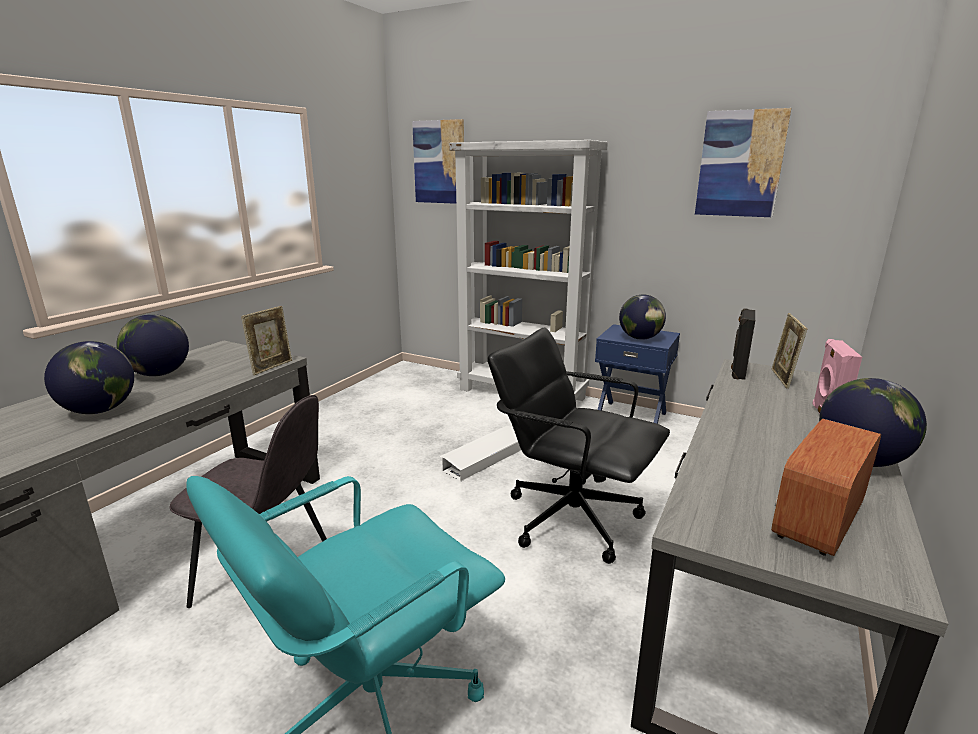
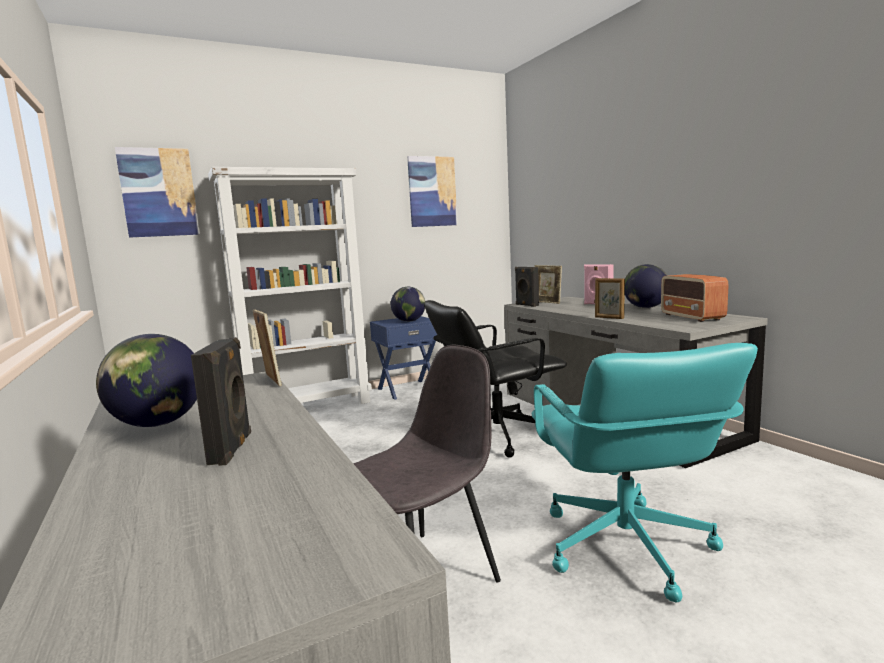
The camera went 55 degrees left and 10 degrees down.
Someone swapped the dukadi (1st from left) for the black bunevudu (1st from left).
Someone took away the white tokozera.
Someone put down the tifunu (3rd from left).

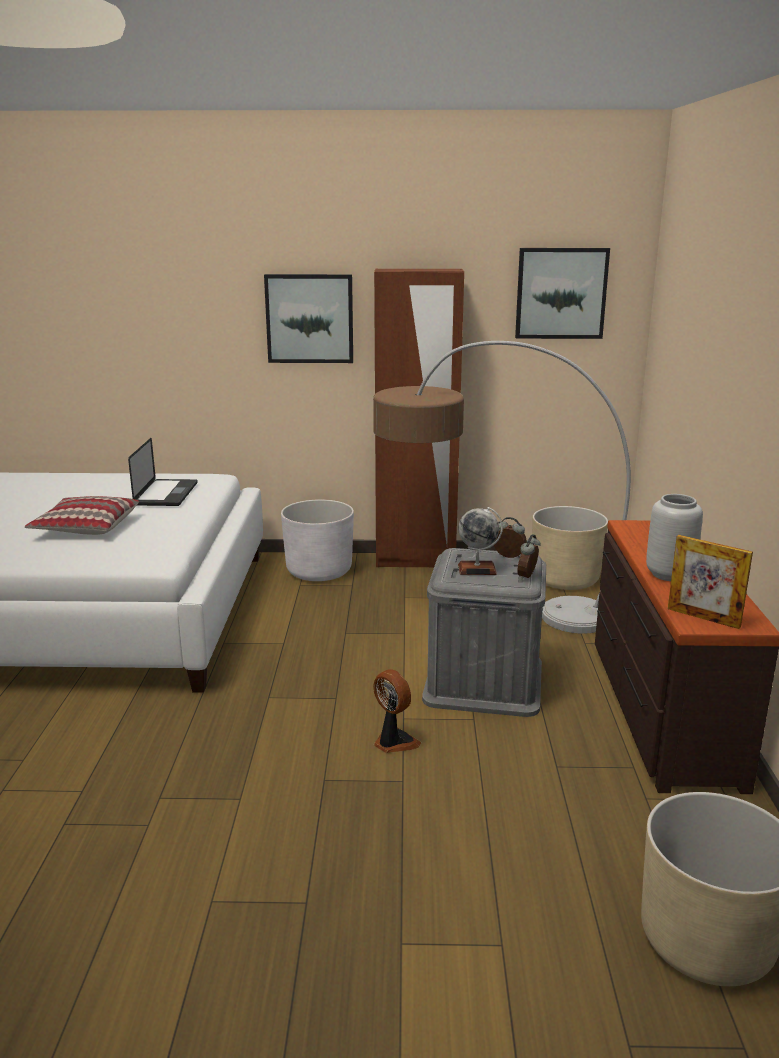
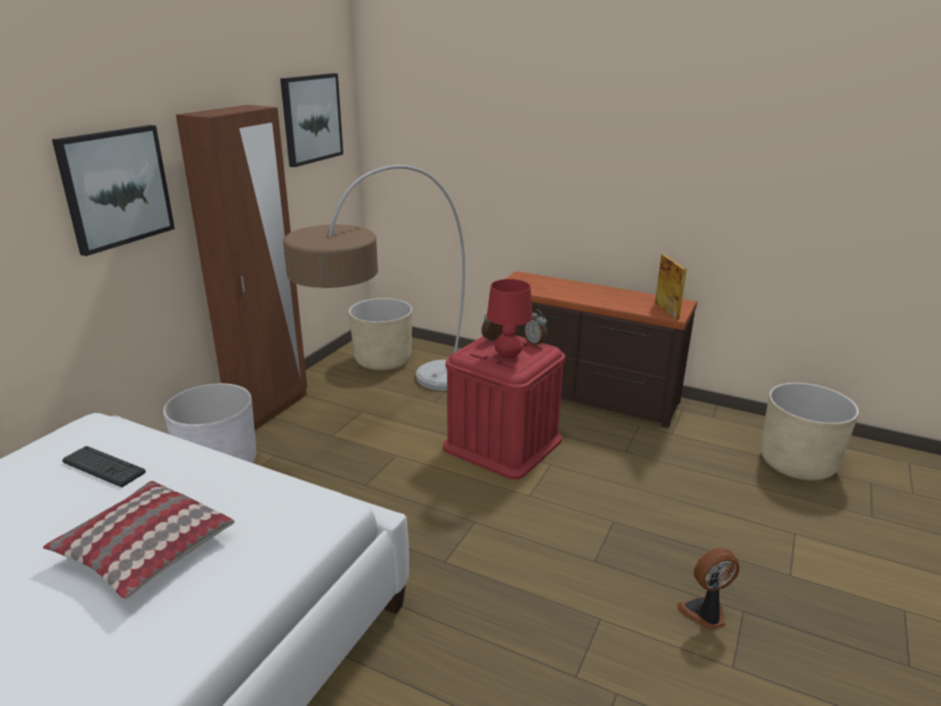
The camera went 65 degrees left and 5 degrees up.
Someone swapped the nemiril for the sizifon.
Someone carried the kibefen.
Someone repainted the grey tokozera, which became the red tokozera.
Someone swapped the dukadi for the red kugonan.
Someone took away the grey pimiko.
Someone rotated the tifunu by 75 degrees counterclockwise.

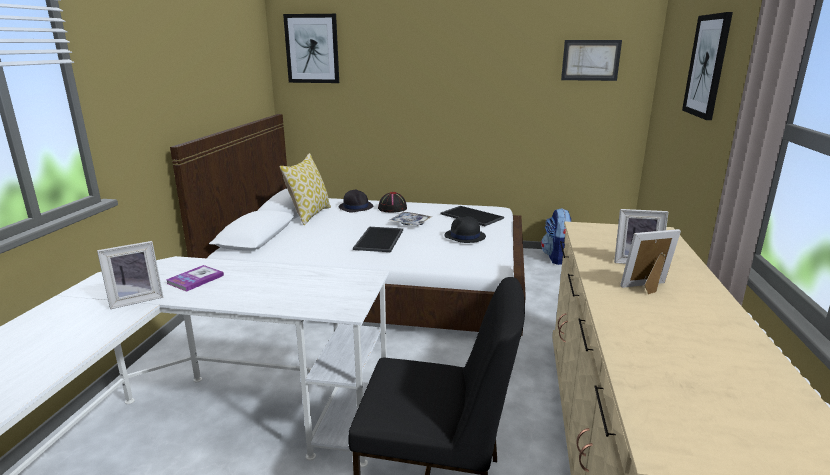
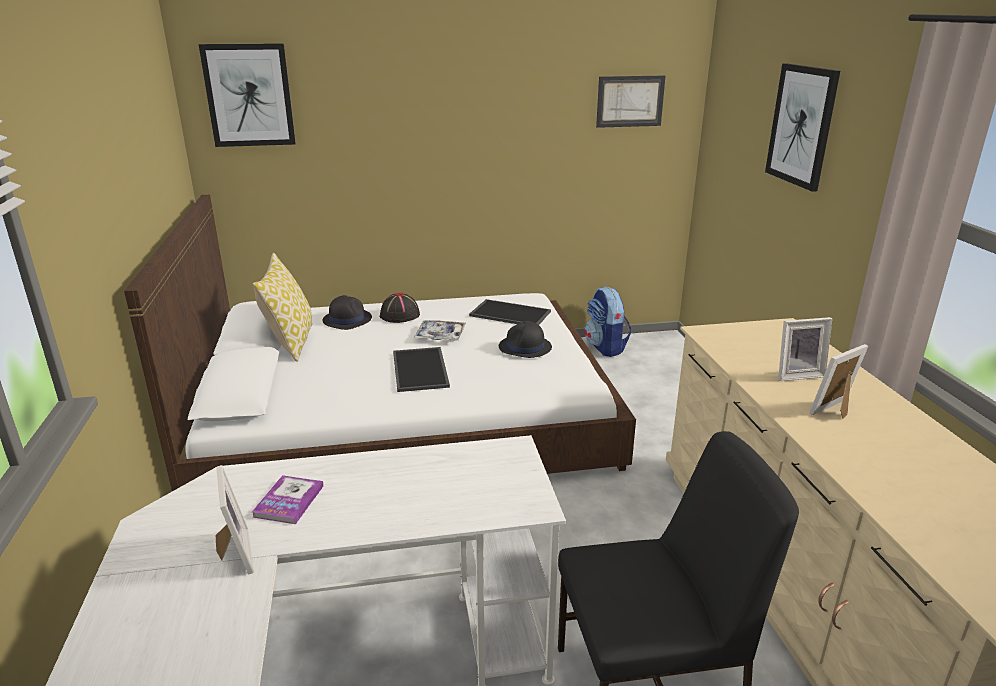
The camera went 20 degrees left and 5 degrees up.
Someone rotated the tifunu (1st from left) by 60 degrees counterclockwise.

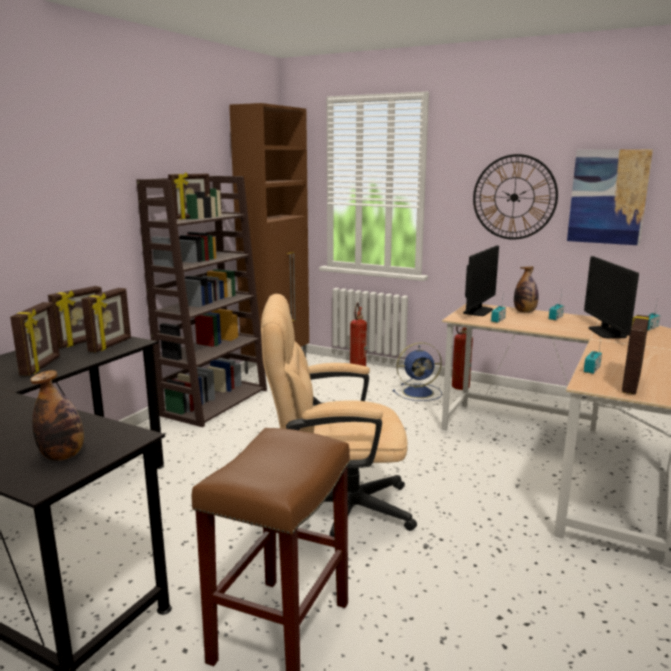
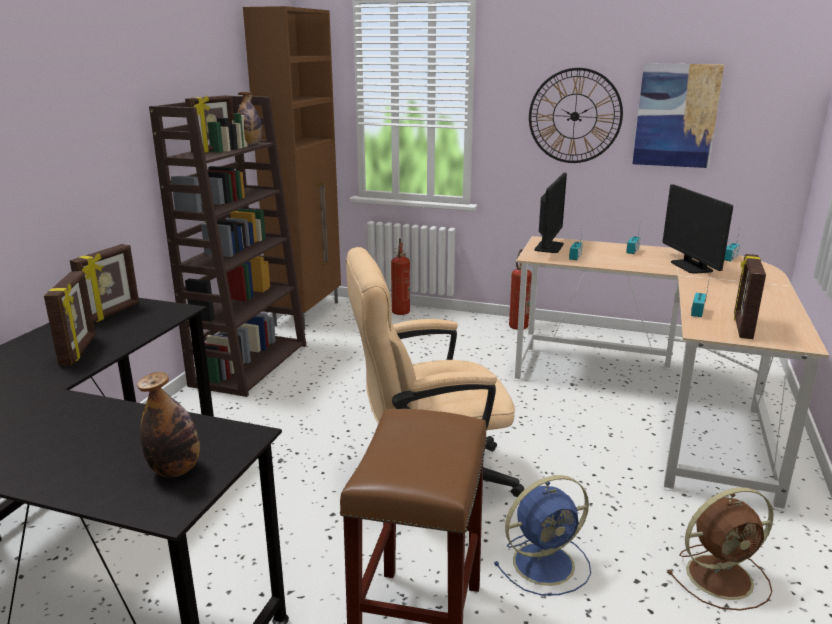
The camera went 10 degrees left and 5 degrees up.
Someone took away the tifunu (3rd from left).
Someone carried the blue kibefen.
Someone carried the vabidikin (2nd from left).
Someone put down the brown kibefen.

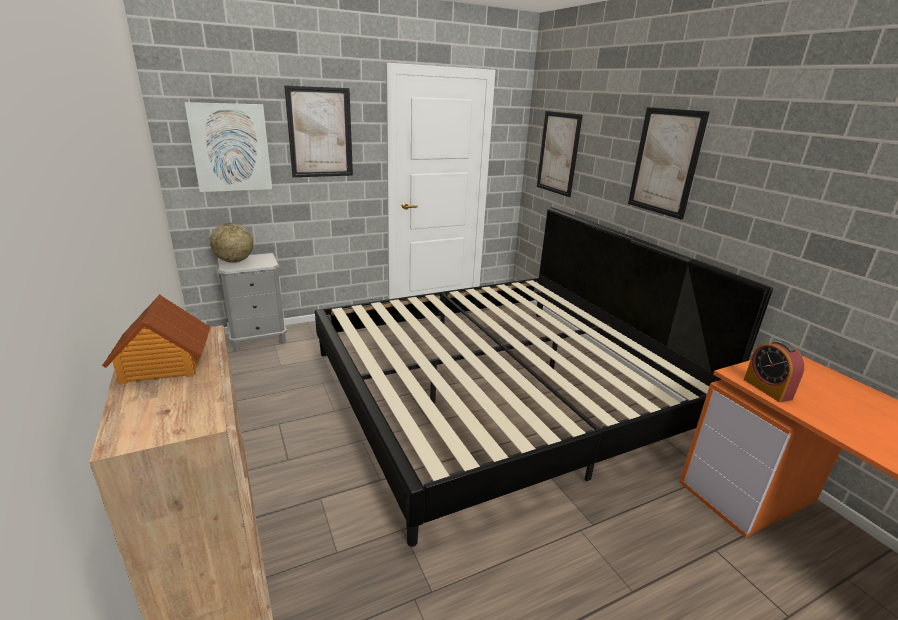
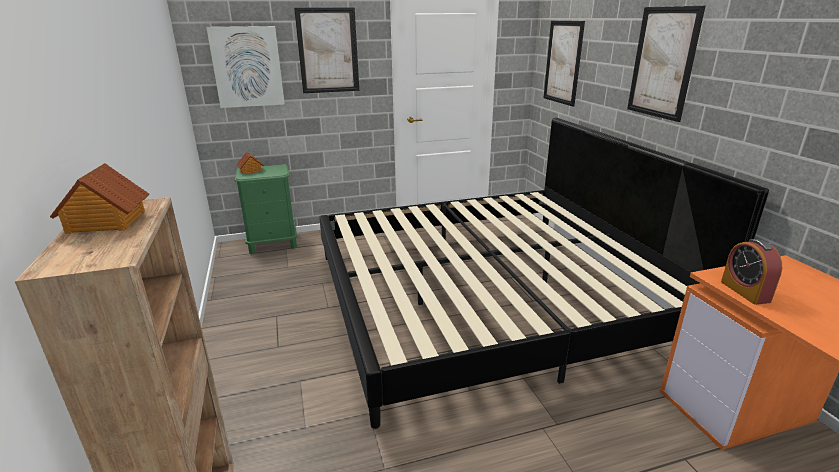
The camera went 10 degrees right and 0 degrees up.
Someone swapped the dukadi for the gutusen (2nd from left).
Someone repainted the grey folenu, which became the green folenu.

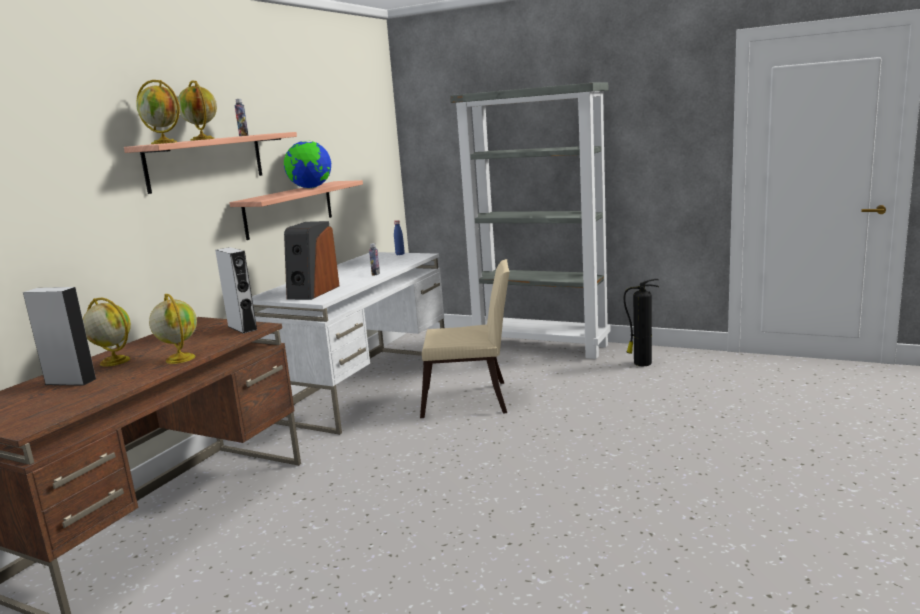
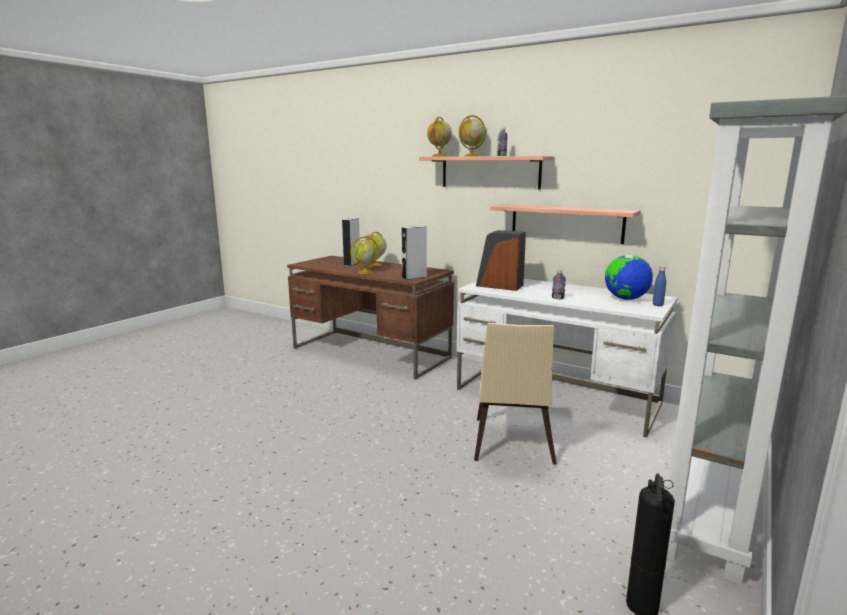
The camera went 95 degrees right and 0 degrees up.
Someone carried the dukadi (5th from left).

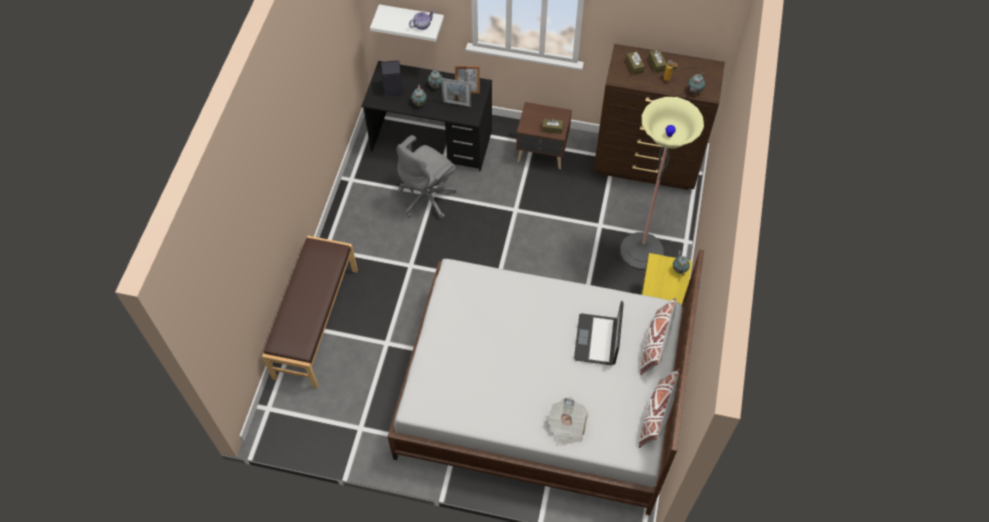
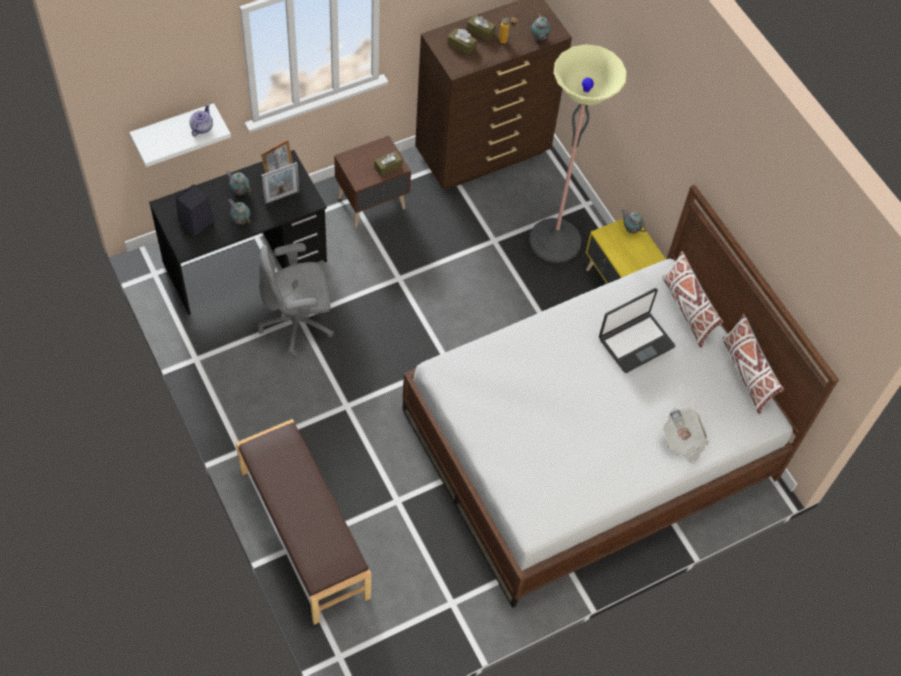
The camera went 45 degrees left and 0 degrees up.
Someone rotated the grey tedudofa by 75 degrees clockwise.
Someone rotated the nemiril by 90 degrees counterclockwise.

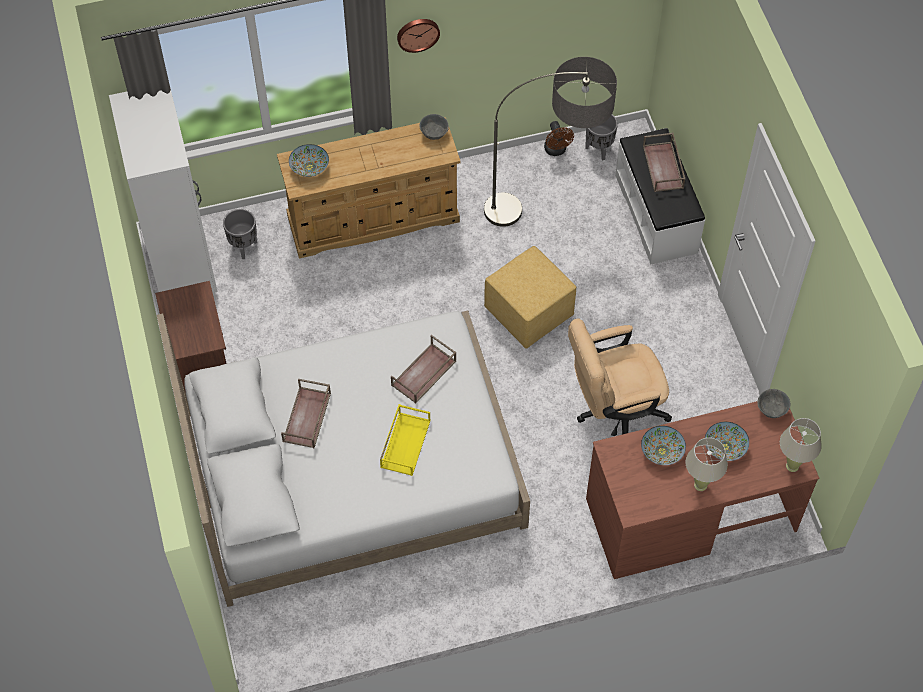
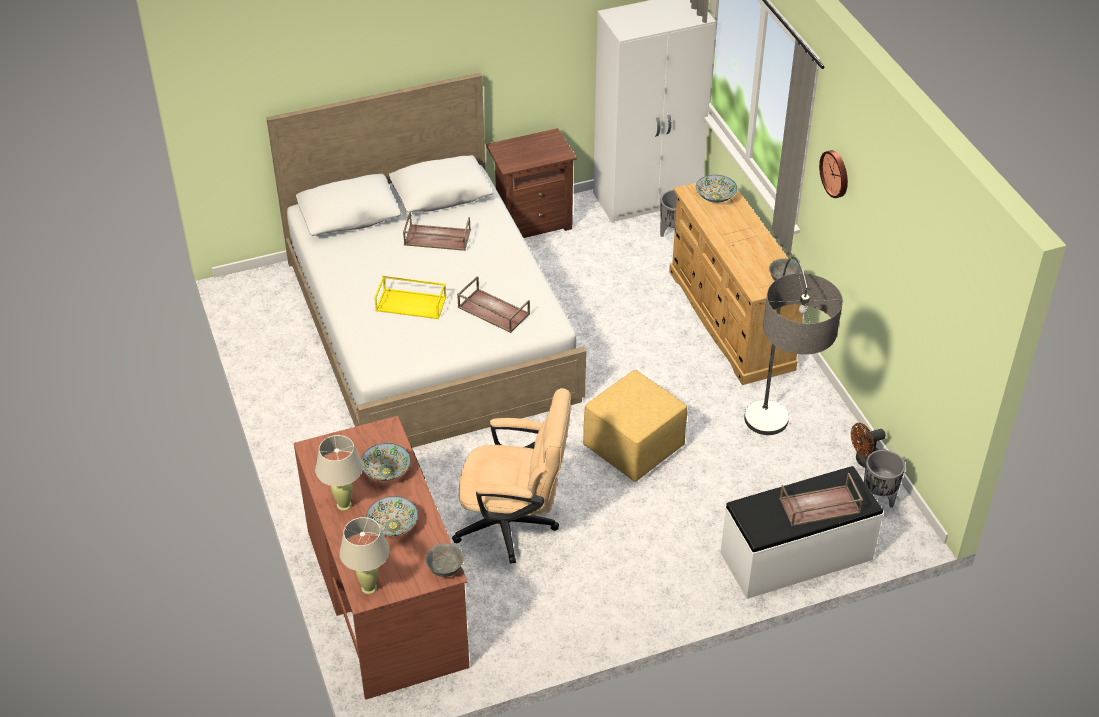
The camera went 85 degrees right and 15 degrees down.
Someone rotated the beige tedudofa by 120 degrees clockwise.

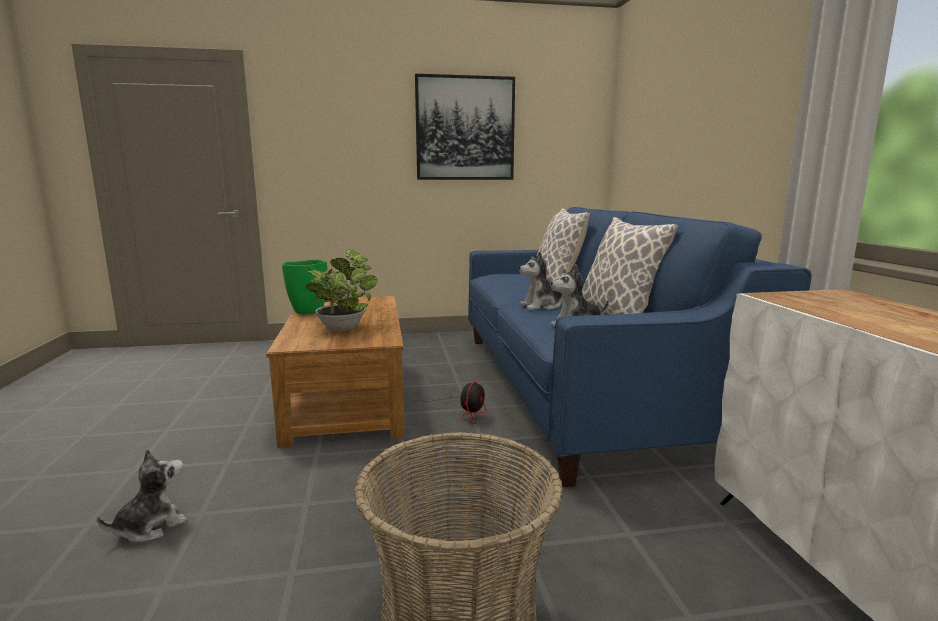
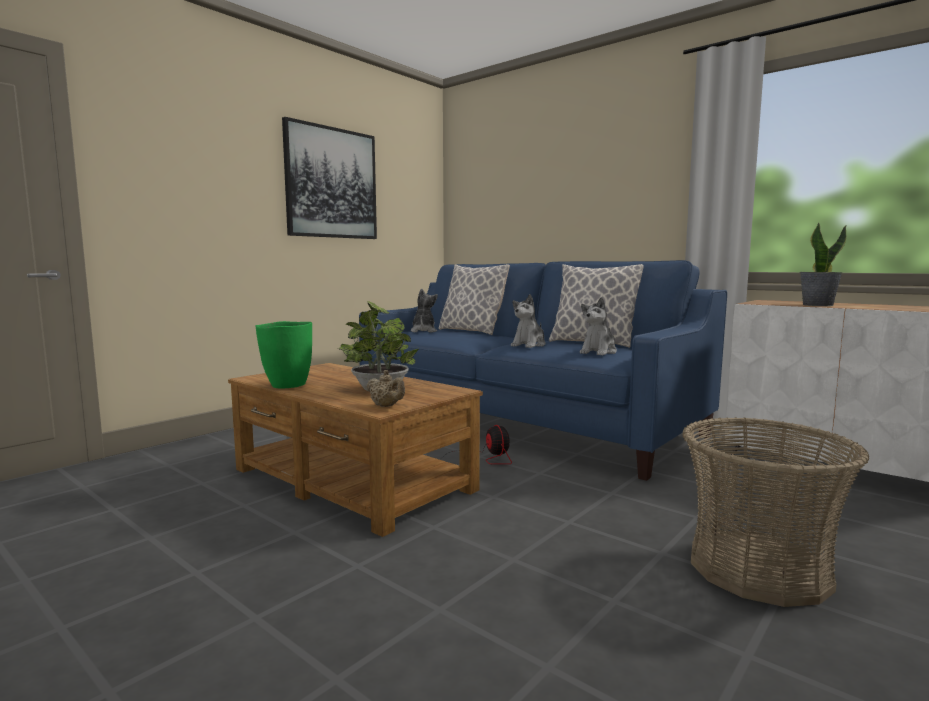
The camera went 40 degrees left and 5 degrees down.
Someone carried the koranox (1st from left).
Someone put down the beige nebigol.
Someone put down the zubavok (2nd from left).

